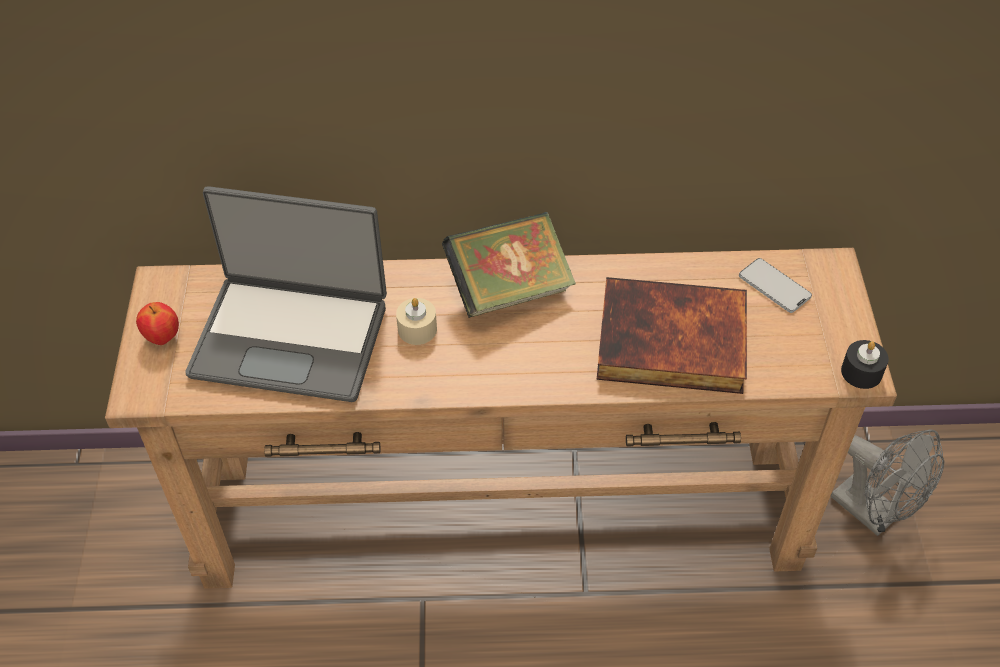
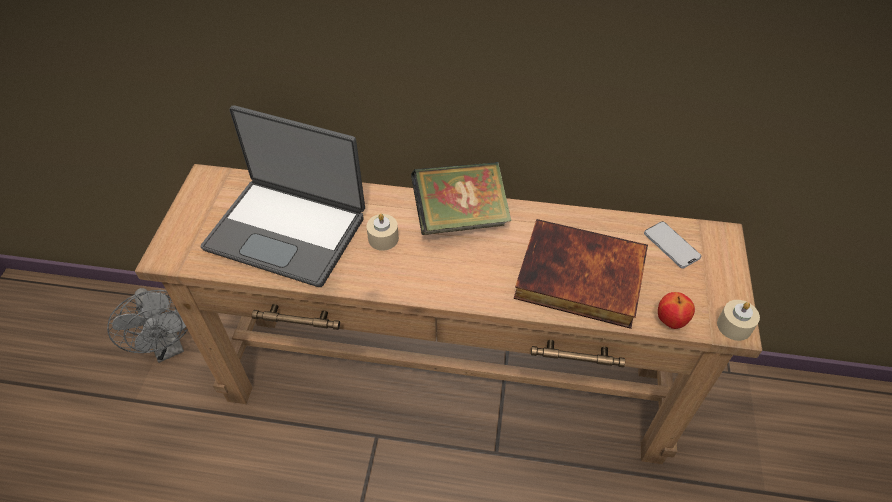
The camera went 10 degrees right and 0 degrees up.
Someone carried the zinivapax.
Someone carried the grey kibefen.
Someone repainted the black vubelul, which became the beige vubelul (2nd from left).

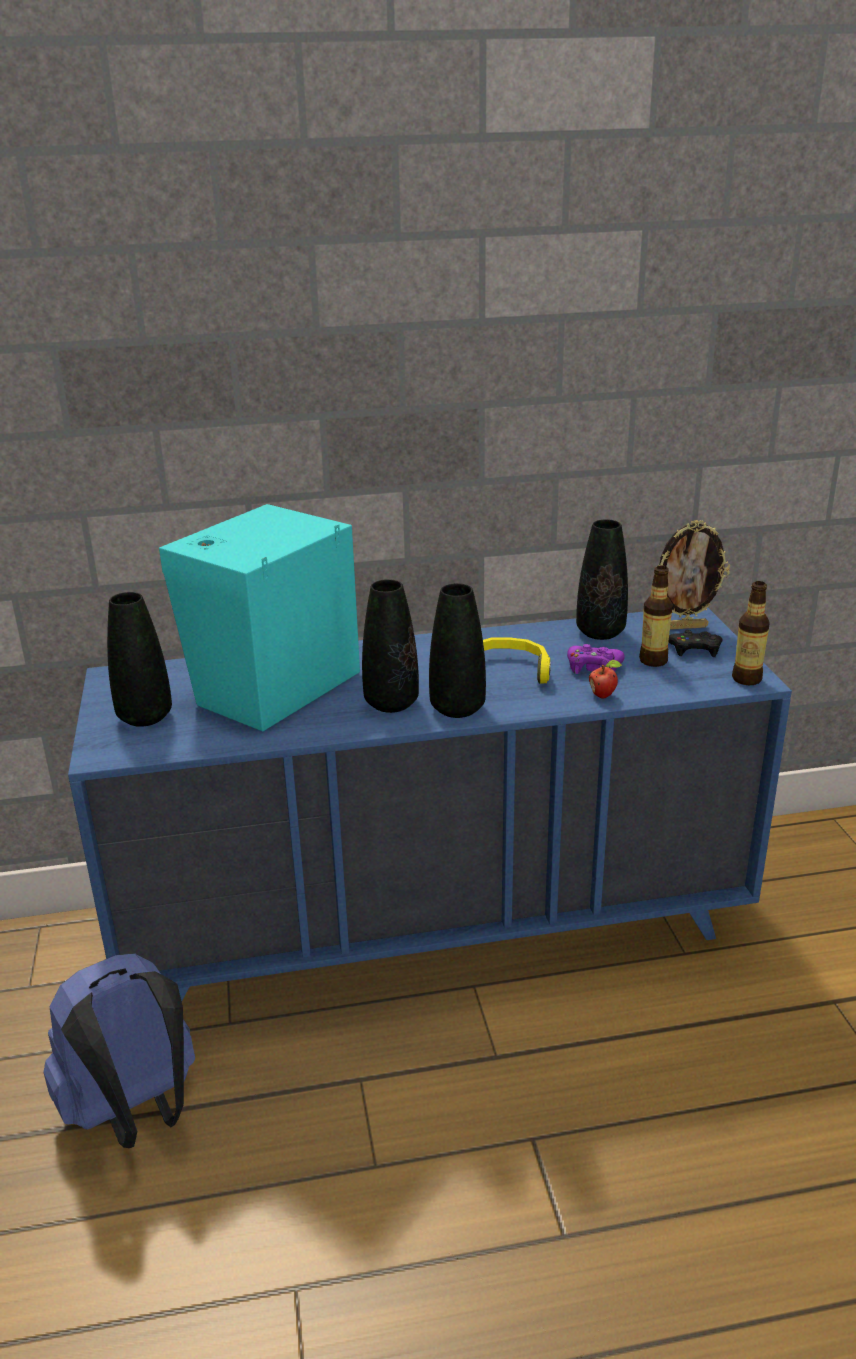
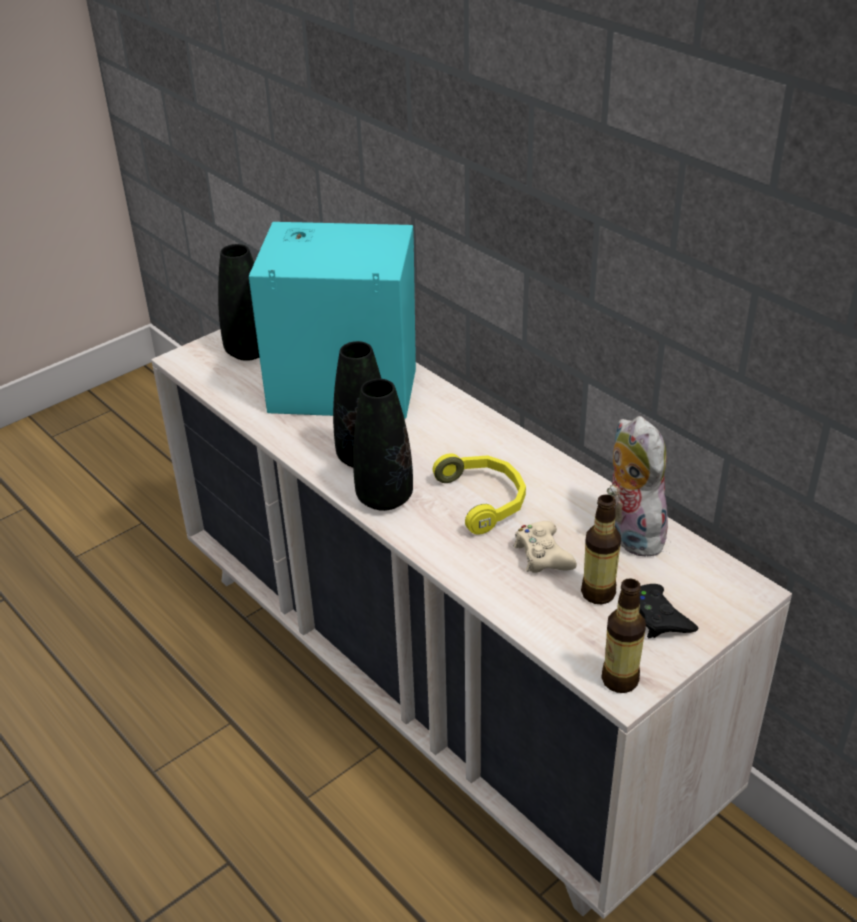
The camera went 60 degrees right and 10 degrees up.
Someone took away the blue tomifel.
Someone repainted the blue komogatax, which became the beige komogatax.
Someone repainted the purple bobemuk, which became the beige bobemuk.
Someone swapped the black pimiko (4th from left) for the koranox.
Someone took away the zinivapax.
Someone took away the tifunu.

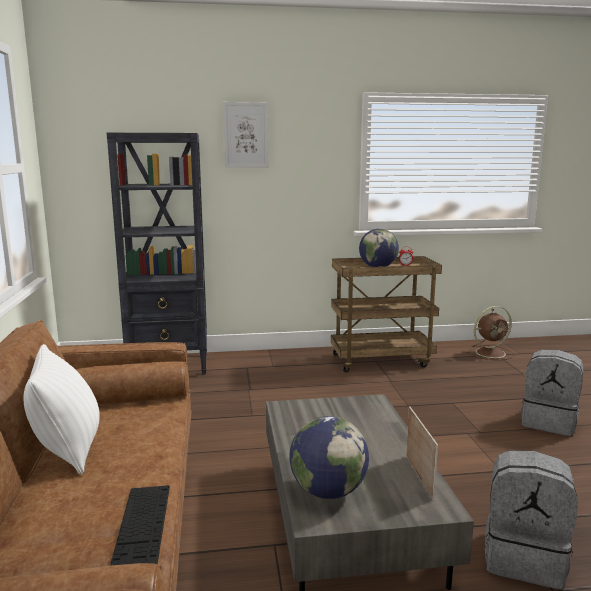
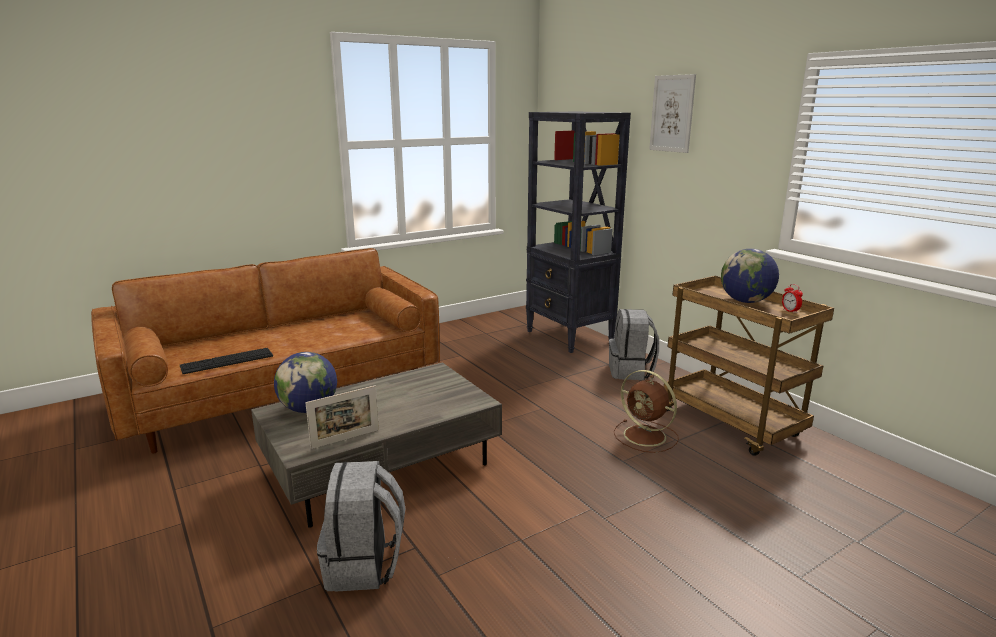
The camera went 65 degrees right and 5 degrees up.
Someone took away the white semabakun.
Someone carried the brown kibefen.
Someone carried the grey tomifel (2nd from left).

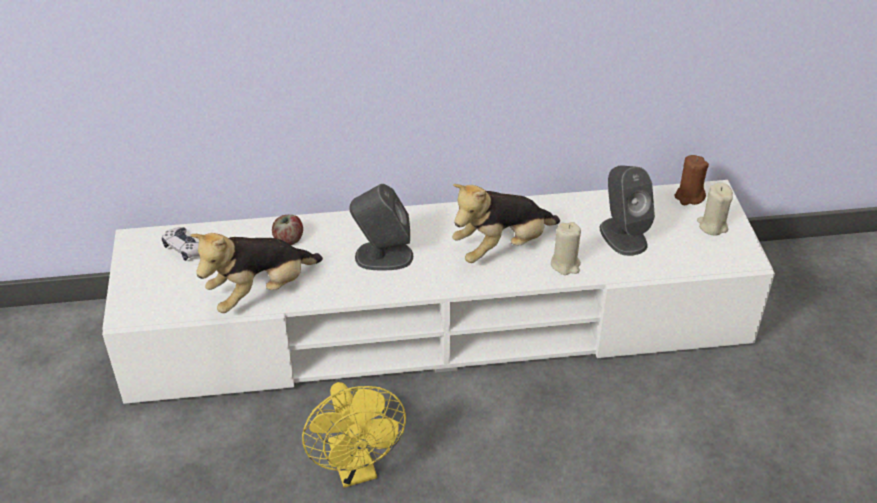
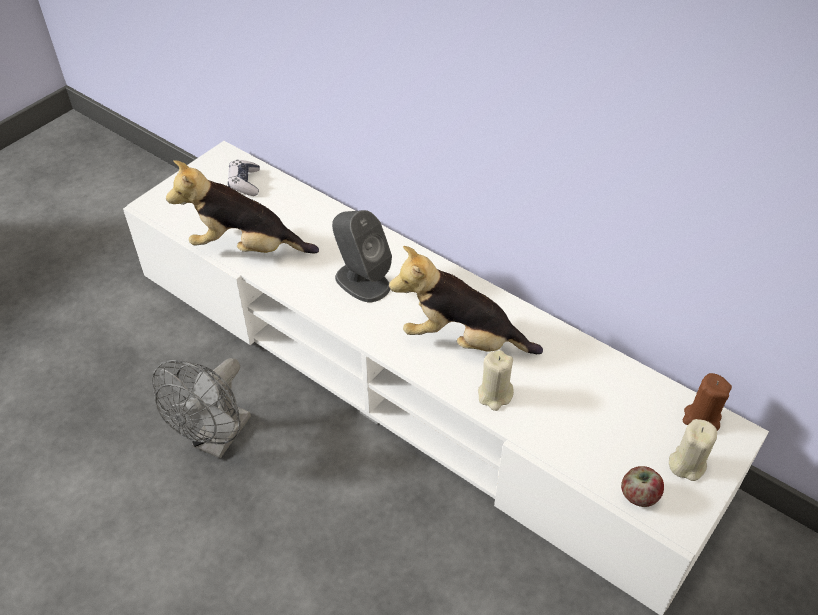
The camera went 45 degrees right and 5 degrees up.
Someone carried the zinivapax.
Someone repainted the yellow kibefen, which became the grey kibefen.
Someone took away the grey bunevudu (2nd from left).

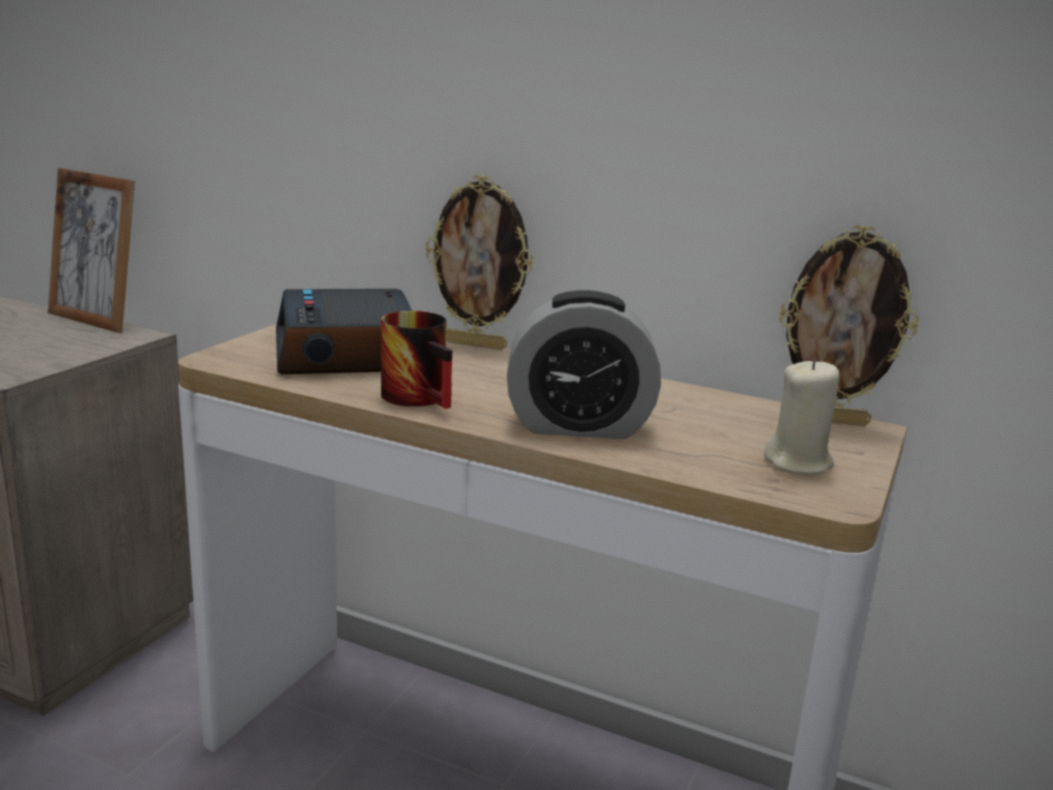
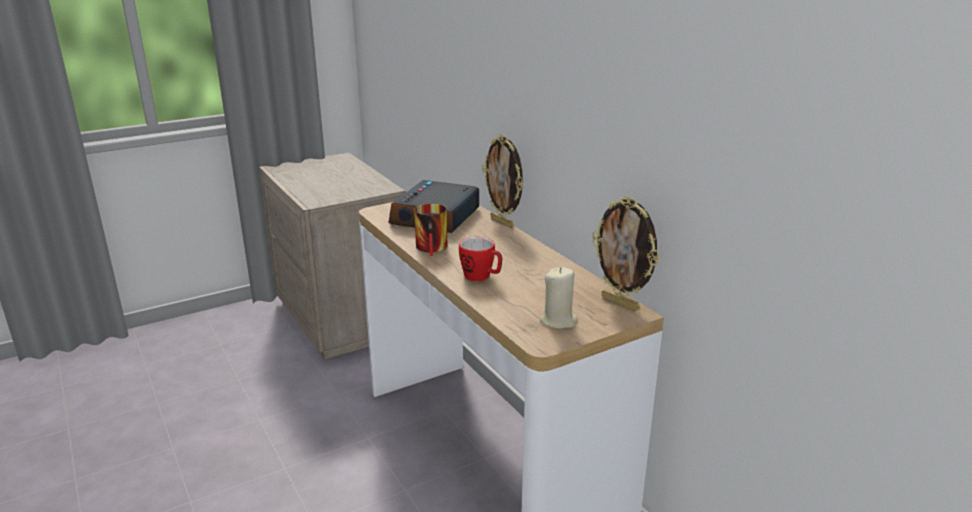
The camera went 35 degrees right and 5 degrees up.
Someone took away the tifunu (1st from left).
Someone swapped the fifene (2nd from left) for the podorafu (2nd from left).

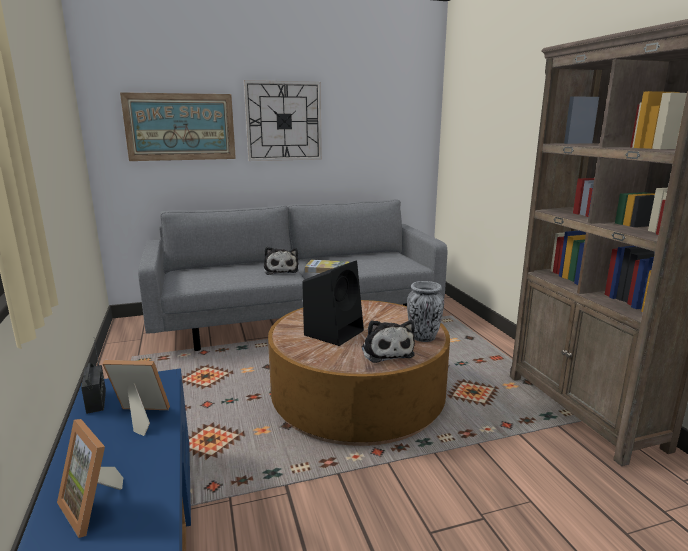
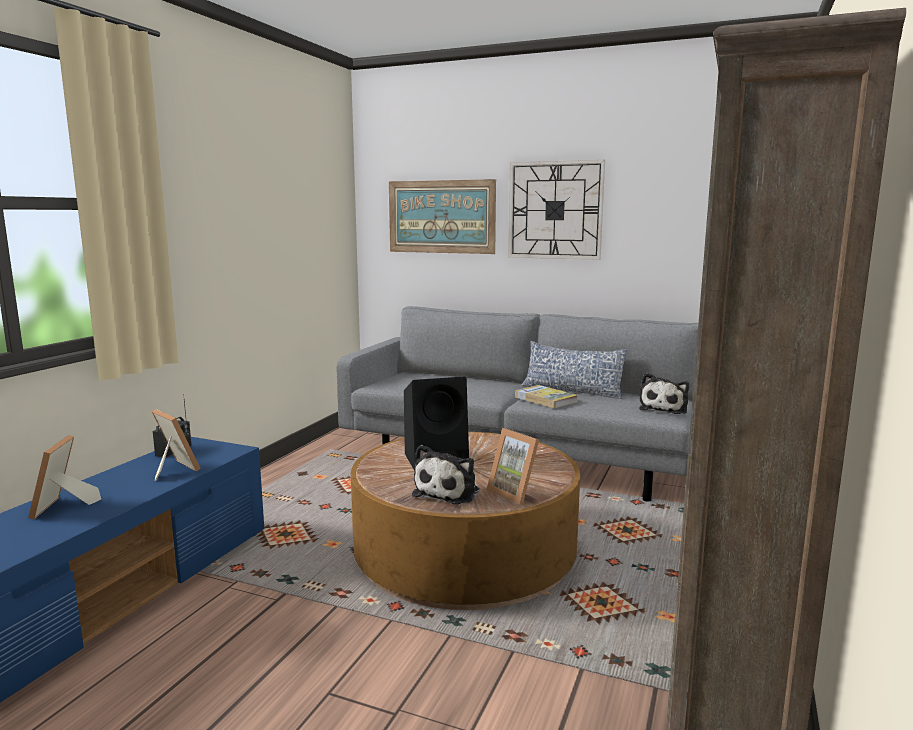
The camera went 40 degrees right and 5 degrees down.
Someone carried the koranox (1st from left in the first image).
Someone swapped the pimiko for the tifunu (3rd from left).
Someone put down the semabakun.

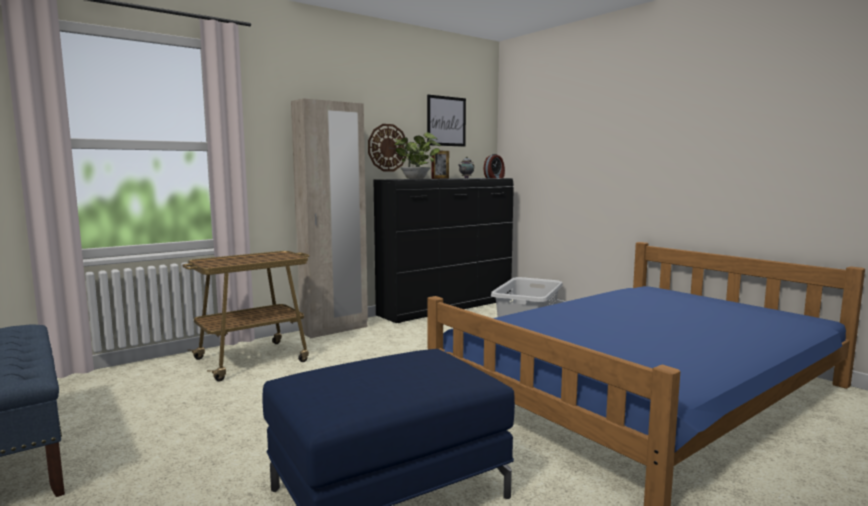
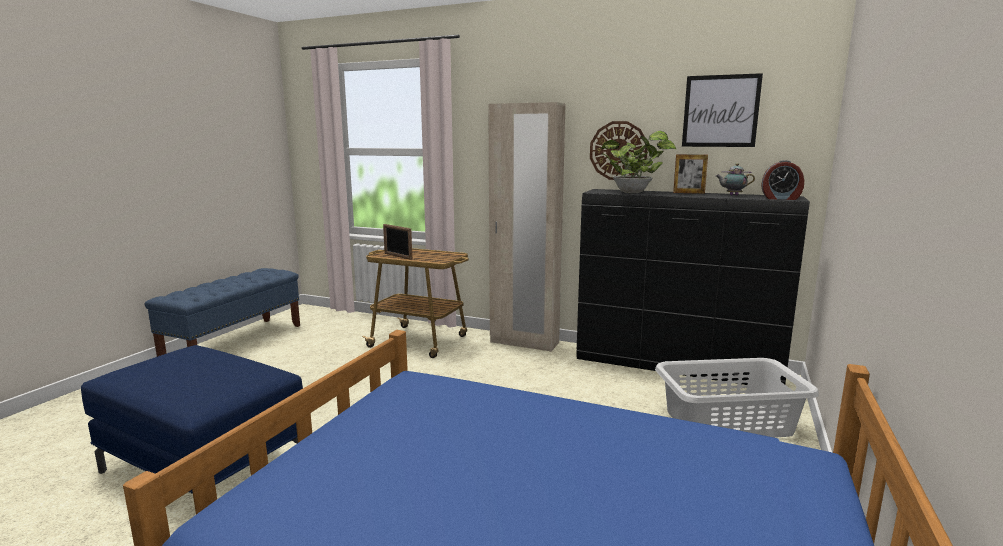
The camera went 60 degrees right and 5 degrees up.
Someone put down the tifunu (1st from left).

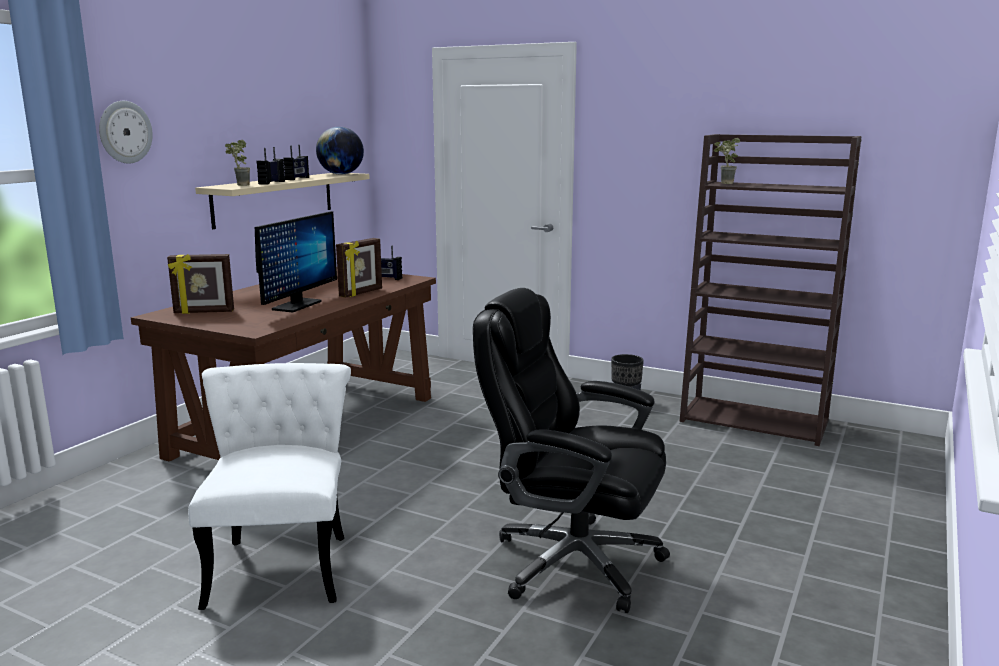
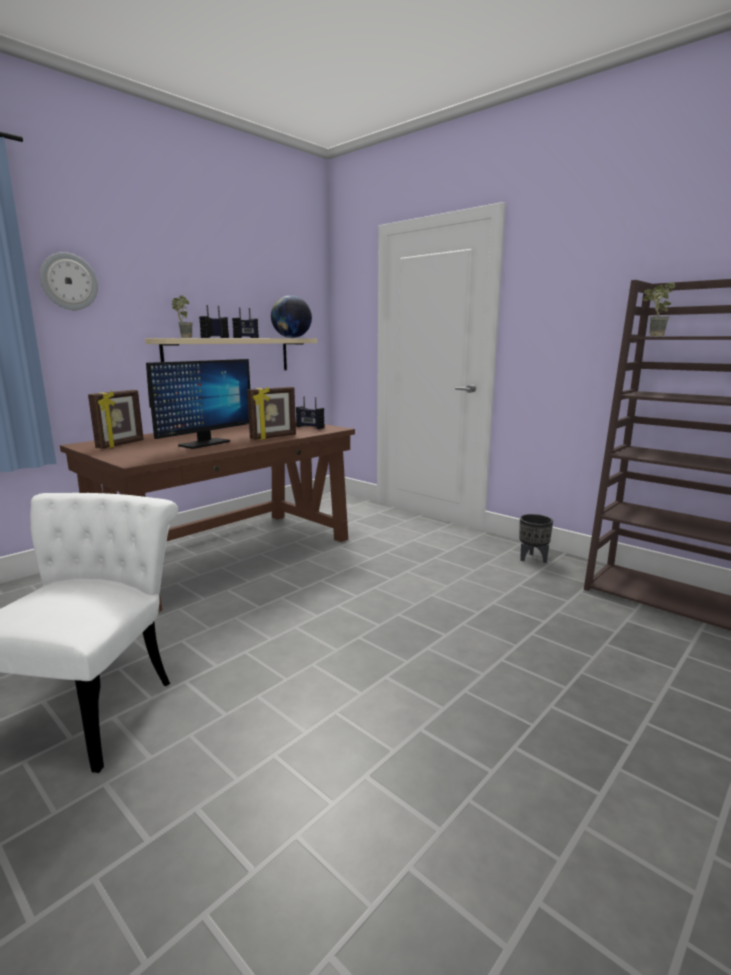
The camera went 15 degrees right and 0 degrees up.
Someone rotated the tifunu (1st from left) by 75 degrees counterclockwise.
Someone took away the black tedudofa.

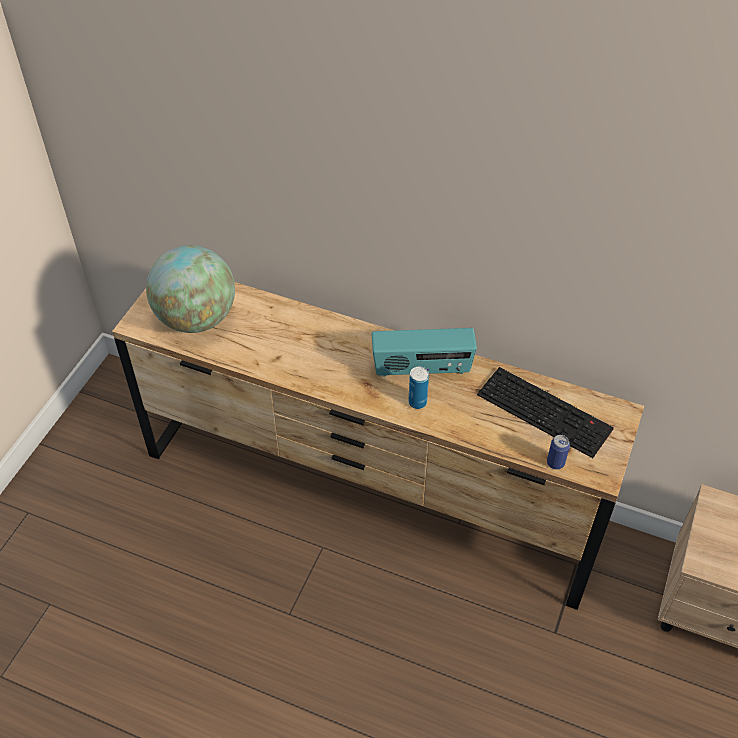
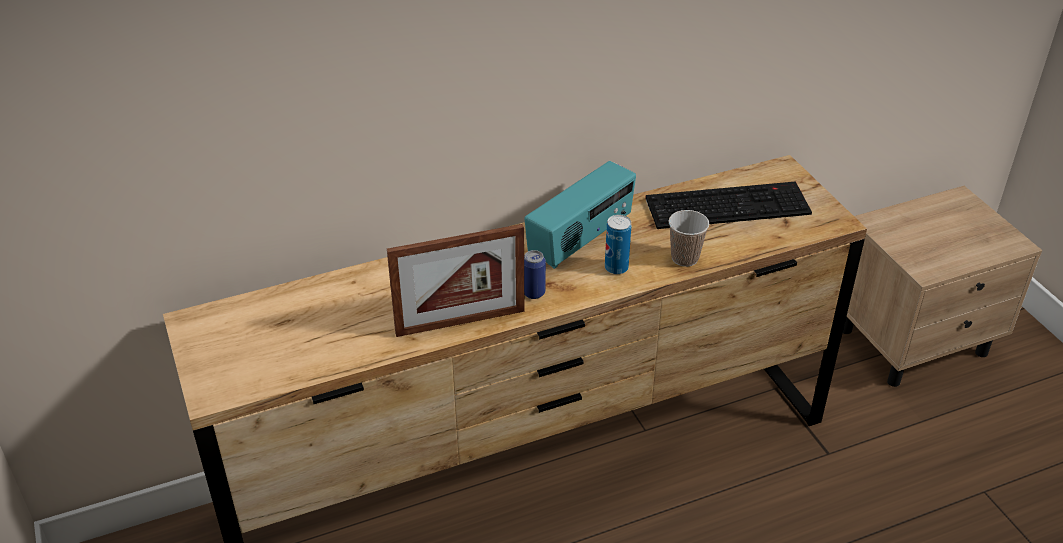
The camera went 45 degrees left and 10 degrees down.
Someone took away the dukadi.
Someone carried the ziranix (2nd from left in the first image).
Someone put down the tifunu.
Someone put down the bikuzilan.

